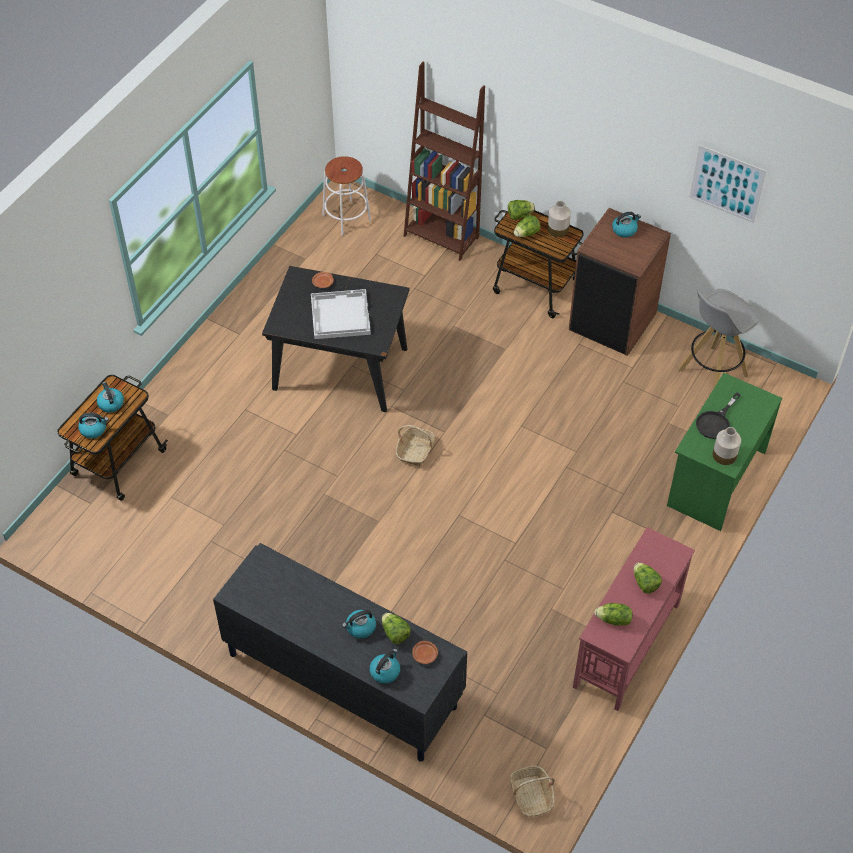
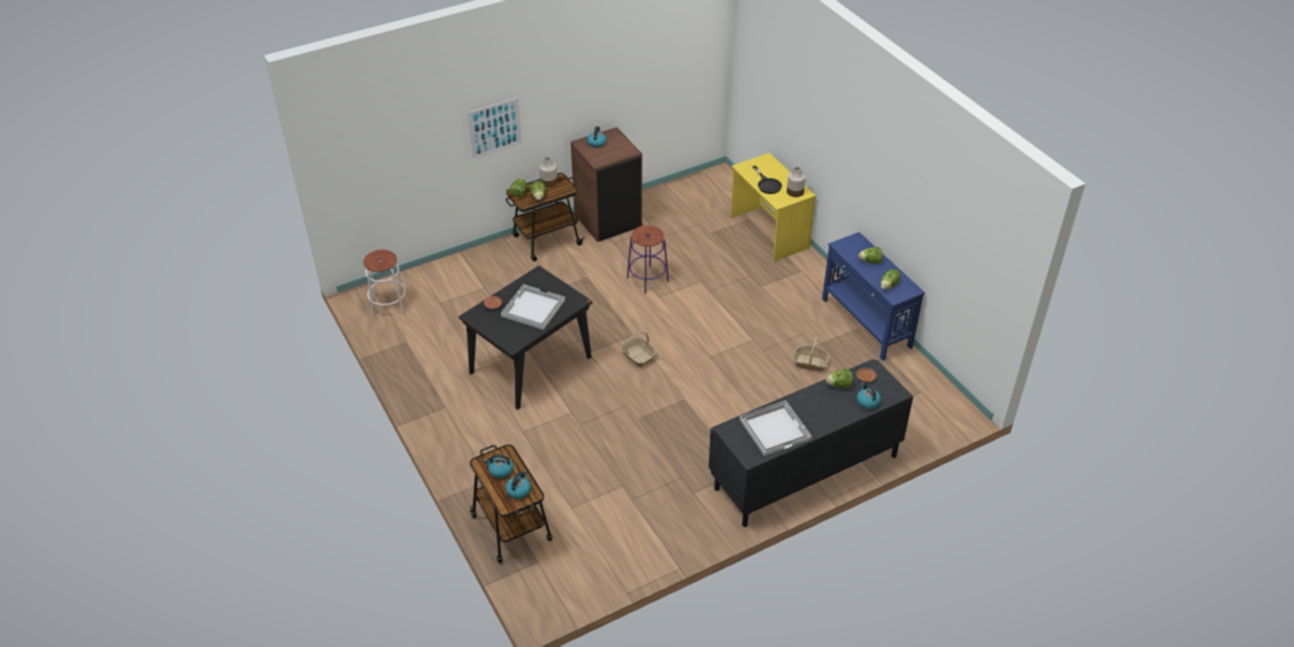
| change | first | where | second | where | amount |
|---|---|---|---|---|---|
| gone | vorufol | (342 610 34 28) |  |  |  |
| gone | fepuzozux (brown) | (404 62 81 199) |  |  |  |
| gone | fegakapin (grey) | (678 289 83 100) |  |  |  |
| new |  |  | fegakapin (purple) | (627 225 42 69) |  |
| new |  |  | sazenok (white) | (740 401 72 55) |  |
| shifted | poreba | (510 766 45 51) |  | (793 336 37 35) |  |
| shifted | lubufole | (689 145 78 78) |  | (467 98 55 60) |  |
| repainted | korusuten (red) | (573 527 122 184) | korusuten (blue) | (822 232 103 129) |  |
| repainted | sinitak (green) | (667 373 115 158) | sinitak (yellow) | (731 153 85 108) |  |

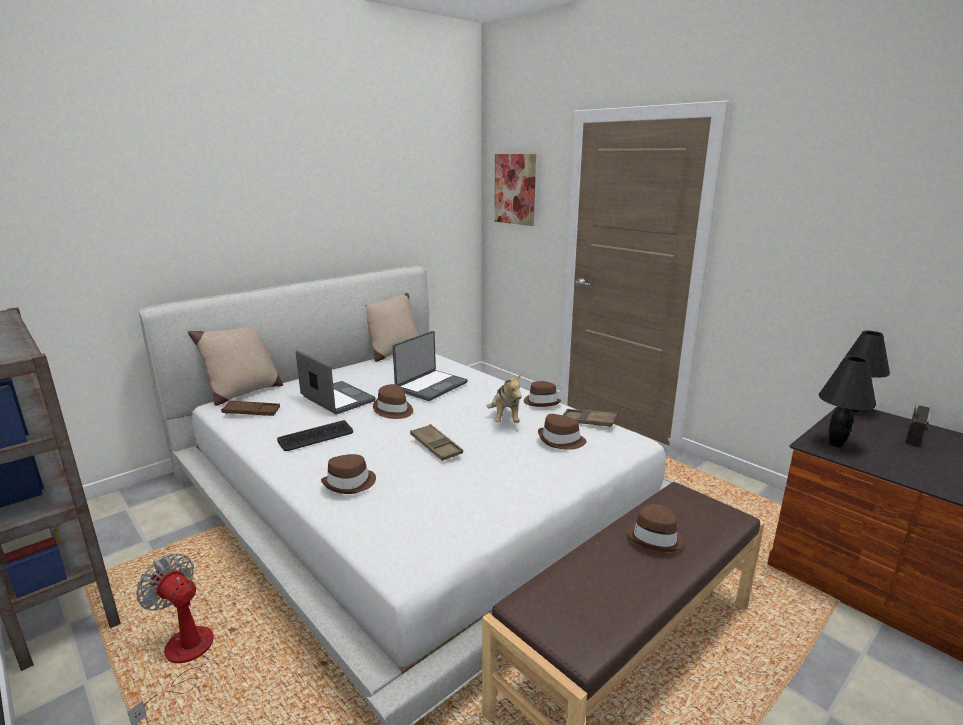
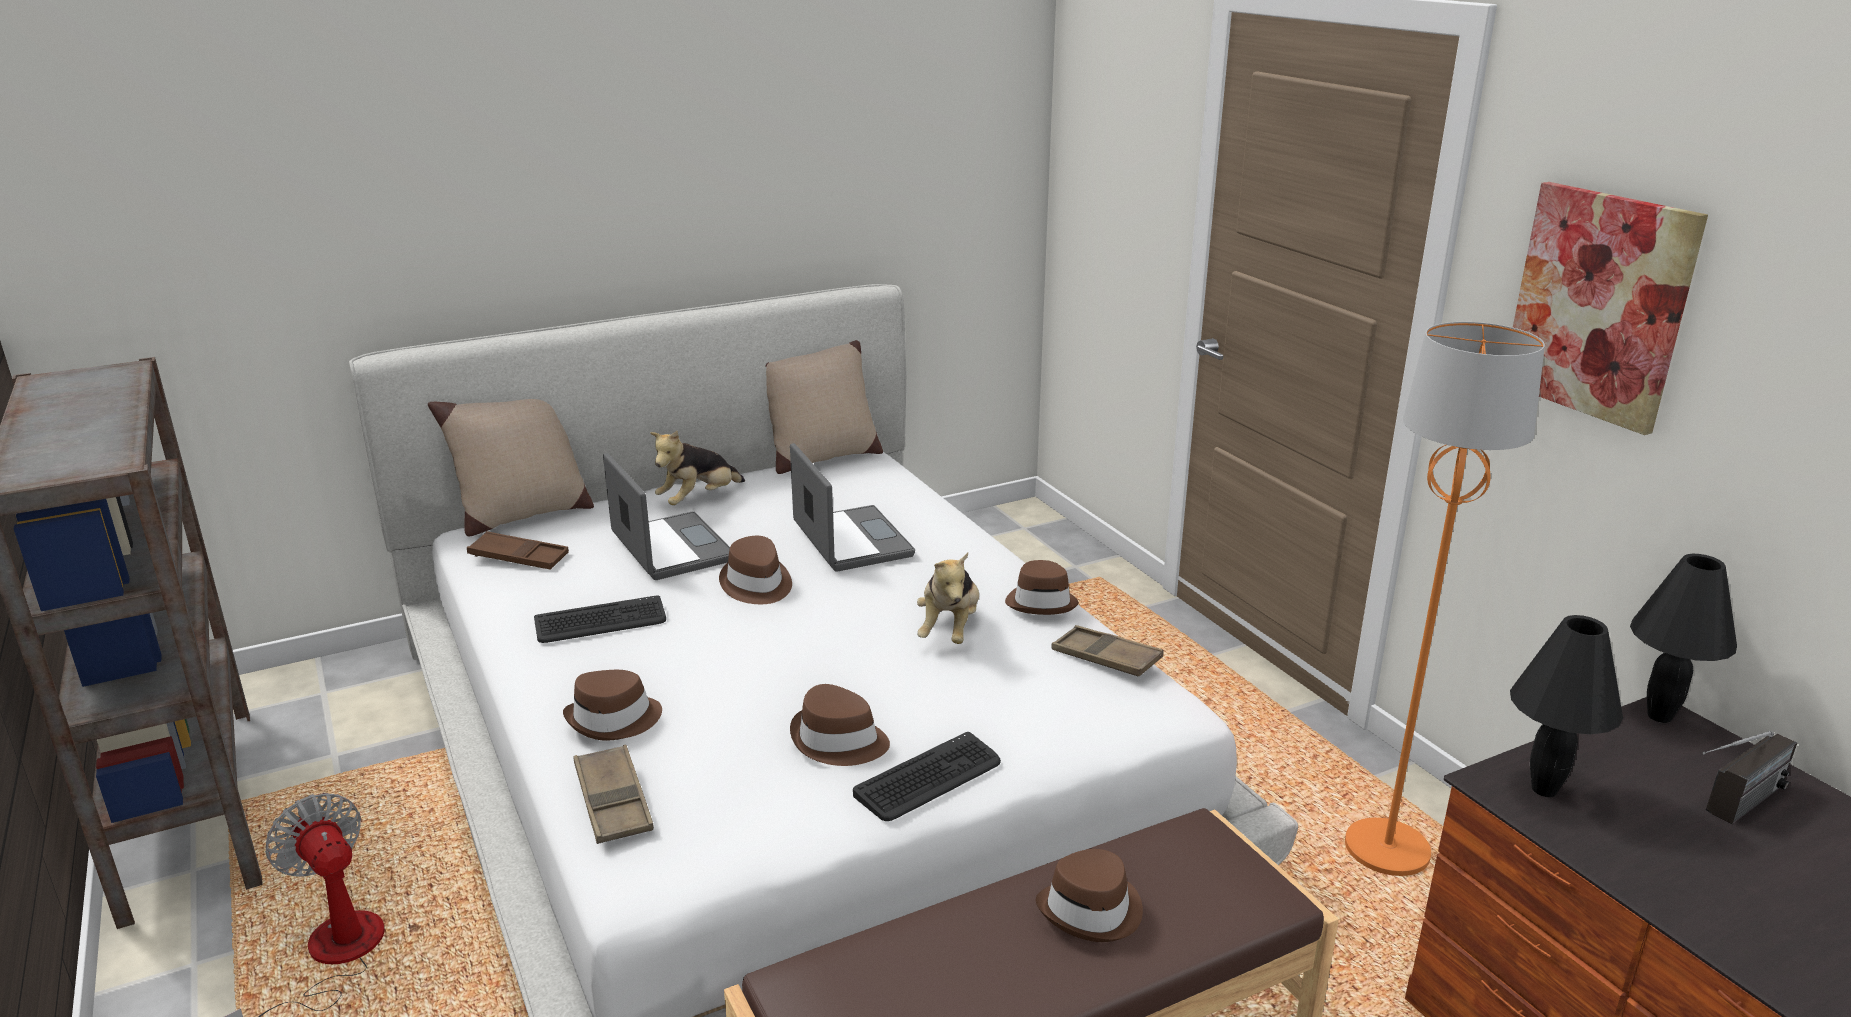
| change | first | where | second | where | amount |
|---|---|---|---|---|---|
| new |  |  | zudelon | (650 431 95 74) |  |
| new |  |  | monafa | (853 732 148 89) |  |
| new |  |  | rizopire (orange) | (1345 322 200 554) |  |
| shifted | sazenok (brown) | (410 424 53 37) |  | (573 745 81 99) |  |
| shifted | lubufole | (494 154 42 72) |  | (1513 182 195 253) |  |
| shifted | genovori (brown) | (538 414 49 36) |  | (790 684 100 82) |  |
| rotated | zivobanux | (393 331 75 70) |  | (790 443 125 129) | 75 degrees counterclockwise |

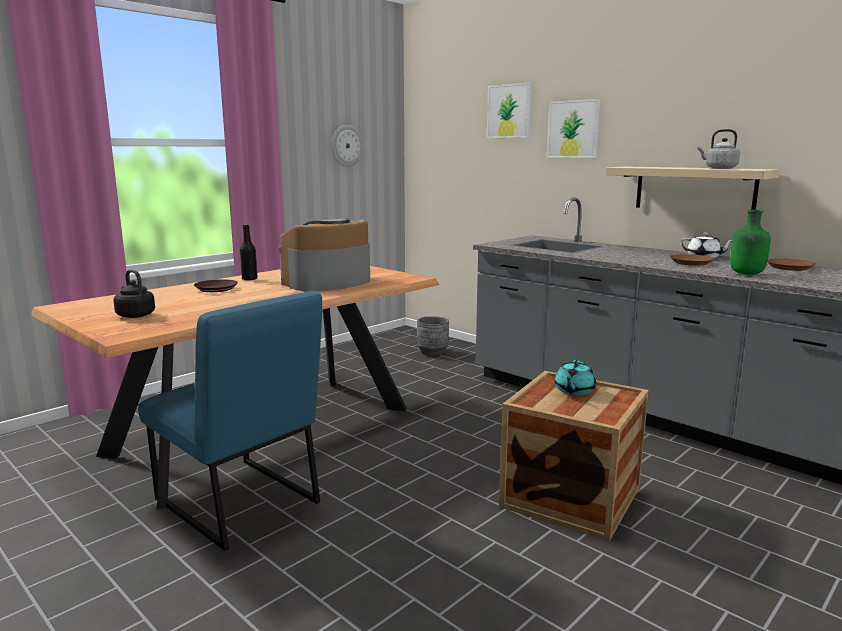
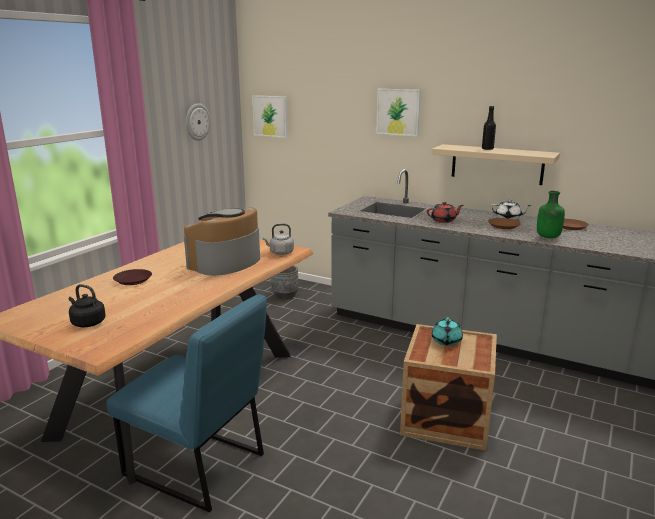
| change | first | where | second | where | amount |
|---|---|---|---|---|---|
| new |  |  | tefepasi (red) | (427 202 36 21) |  |
| shifted | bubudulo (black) | (240 224 18 56) |  | (482 106 14 44) |  |
| shifted | lubufole | (487 83 45 55) |  | (252 95 36 43) |  |
| shifted | vorufol (grey) | (697 129 43 40) |  | (263 224 31 31) |  |

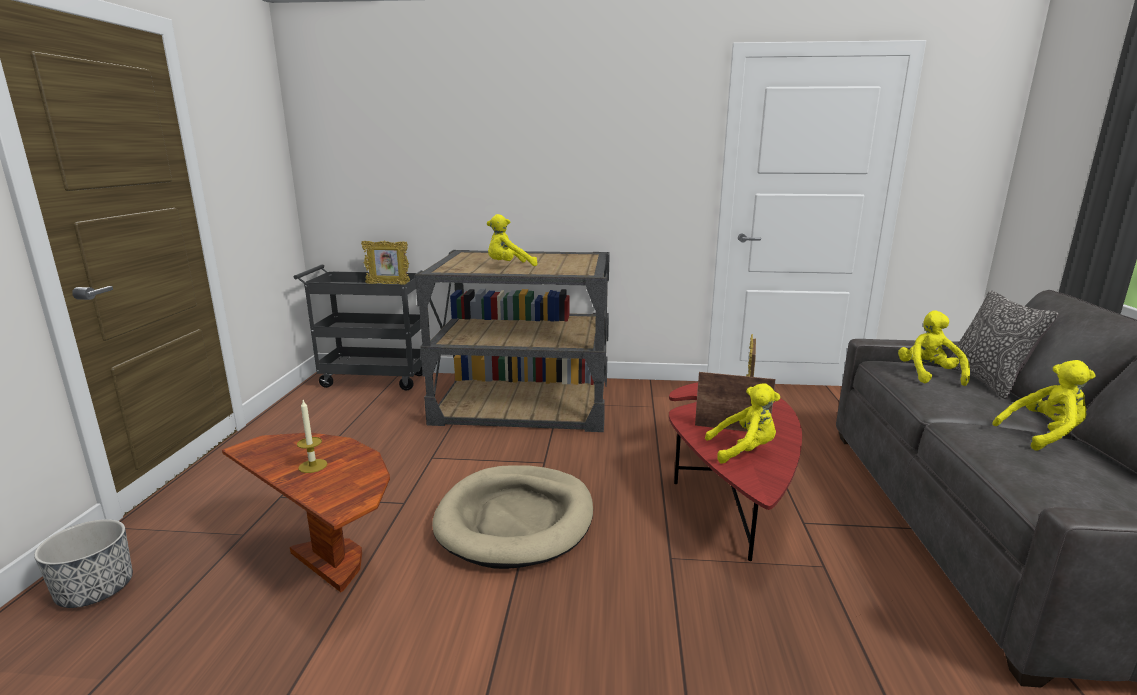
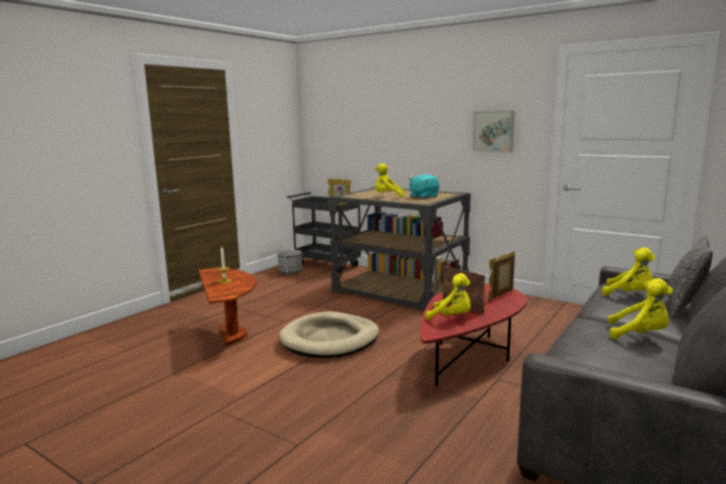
| change | first | where | second | where | amount |
|---|---|---|---|---|---|
| new |  |  | zudelon (turquoise) | (409 174 31 25) |  |
| new |  |  | lubufole | (473 111 41 41) |  |
| shifted | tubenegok | (34 519 99 89) |  | (277 250 25 25) |  |
| rotated | zudelon (yellow) | (898 310 72 76) |  | (602 247 54 49) | 90 degrees clockwise |

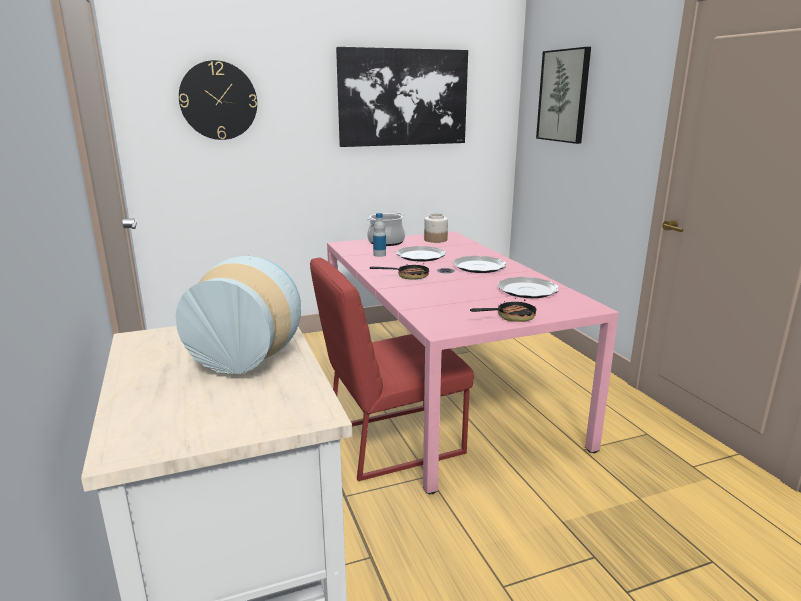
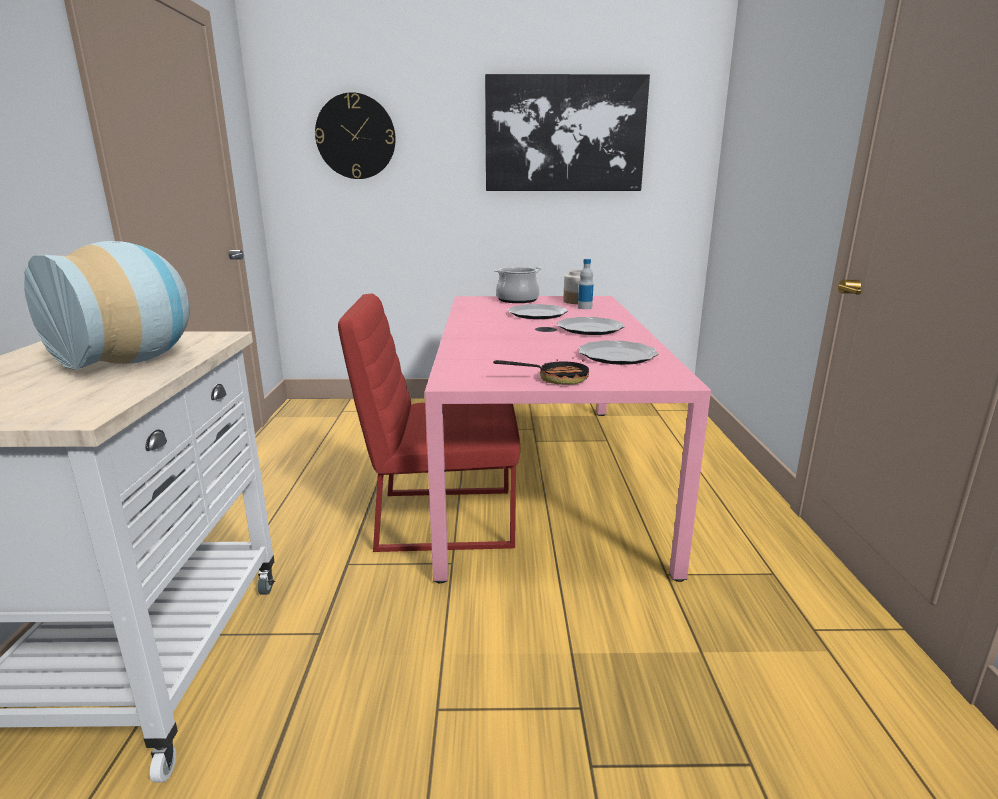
| change | first | where | second | where | amount |
|---|---|---|---|---|---|
| gone | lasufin | (370 262 59 18) |  |  |  |
| gone | lubufole | (536 47 55 97) |  |  |  |
| shifted | bubudulo | (373 213 13 44) |  | (578 259 15 50) |  |

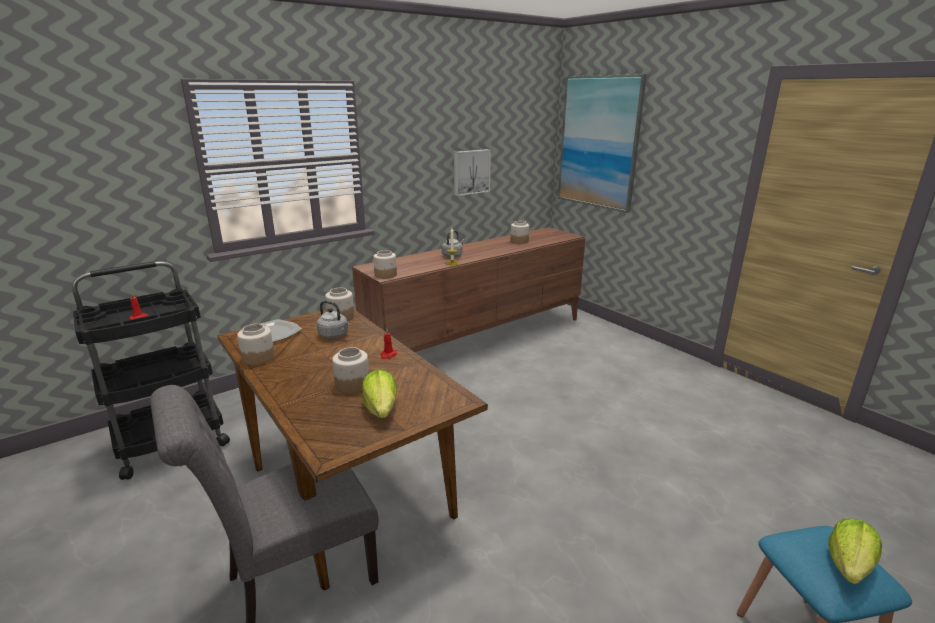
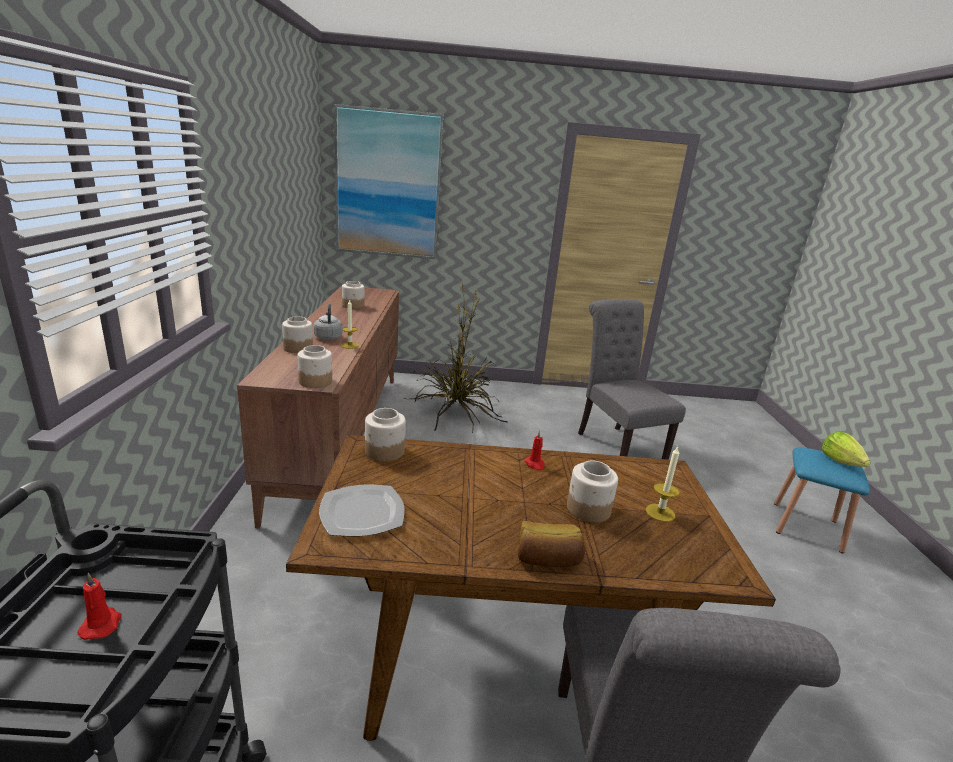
| change | first | where | second | where | amount |
|---|---|---|---|---|---|
| gone | vorufol (grey) | (317 301 33 37) |  |  |  |
| gone | lubufole | (454 149 37 47) |  |  |  |
| new |  |  | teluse | (404 283 104 150) |  |
| new |  |  | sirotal | (517 521 68 46) |  |
| new |  |  | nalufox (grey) | (578 299 108 161) |  |
| shifted | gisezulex | (237 324 38 41) |  | (282 317 31 36) |  |
| swapped | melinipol | (362 370 35 48) | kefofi | (646 446 33 76) |  |

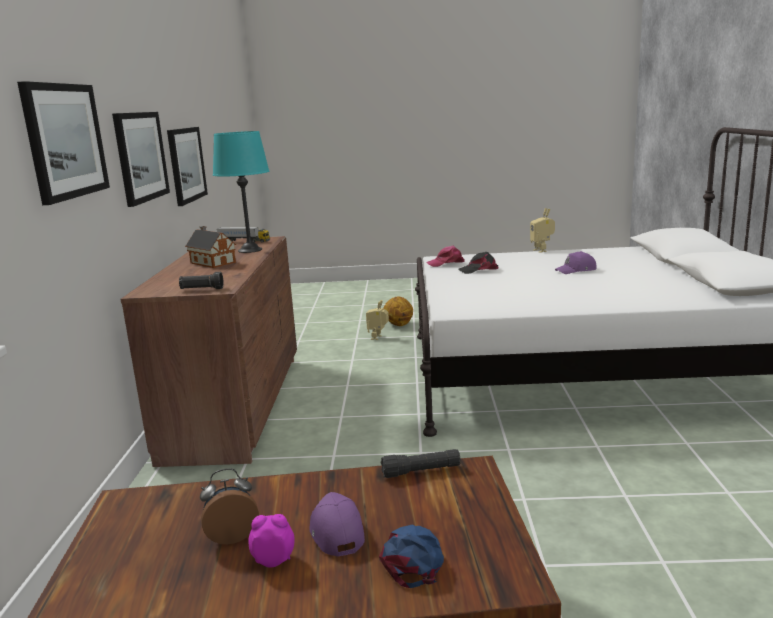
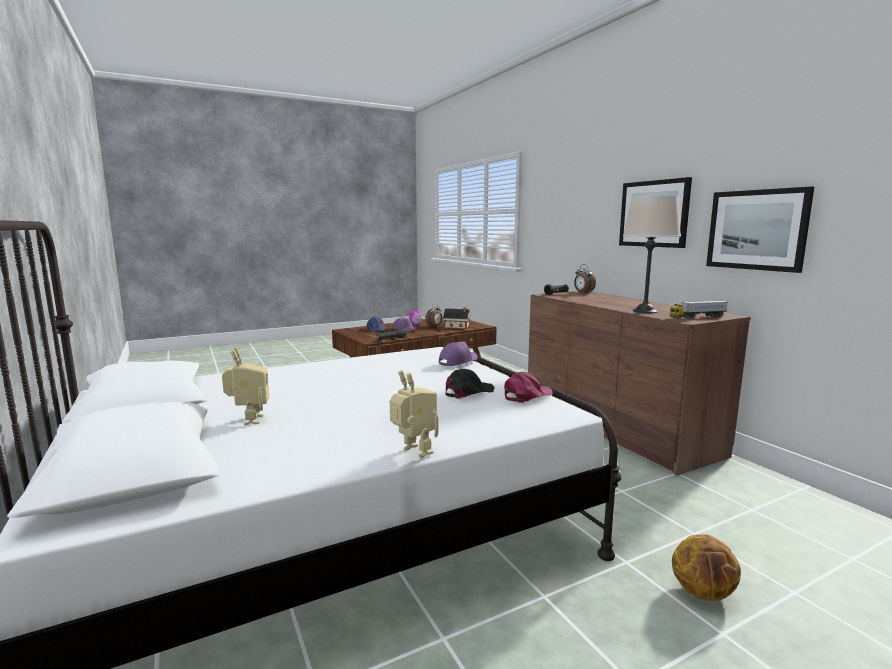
| change | first | where | second | where | amount |
|---|---|---|---|---|---|
| gone | lubufole | (17 81 93 124) |  |  |  |
| new |  |  | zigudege | (574 264 22 29) |  |
| shifted | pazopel | (185 226 51 42) |  | (443 307 28 22) |  |
| shifted | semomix | (366 300 23 40) |  | (222 348 47 77) |  |
| shifted | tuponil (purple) | (555 251 42 23) |  | (439 341 39 25) |  |
| repainted | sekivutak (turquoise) | (213 131 56 122) | sekivutak (beige) | (623 196 58 117) |  |

